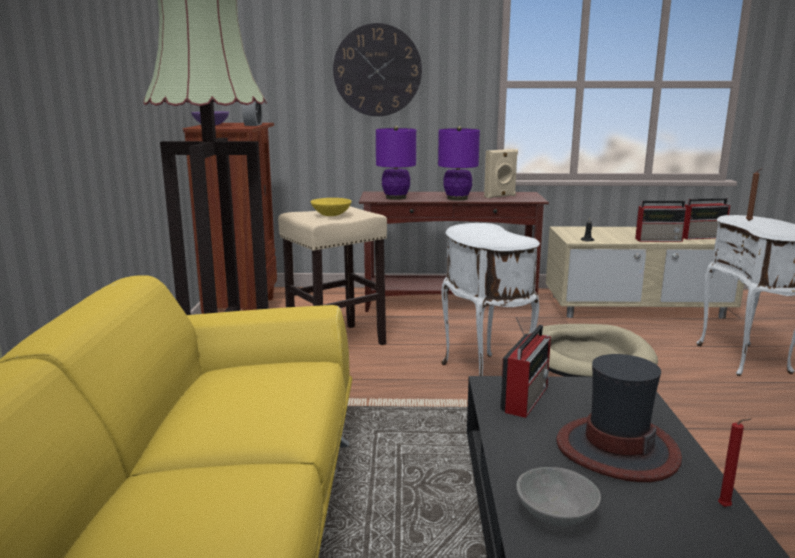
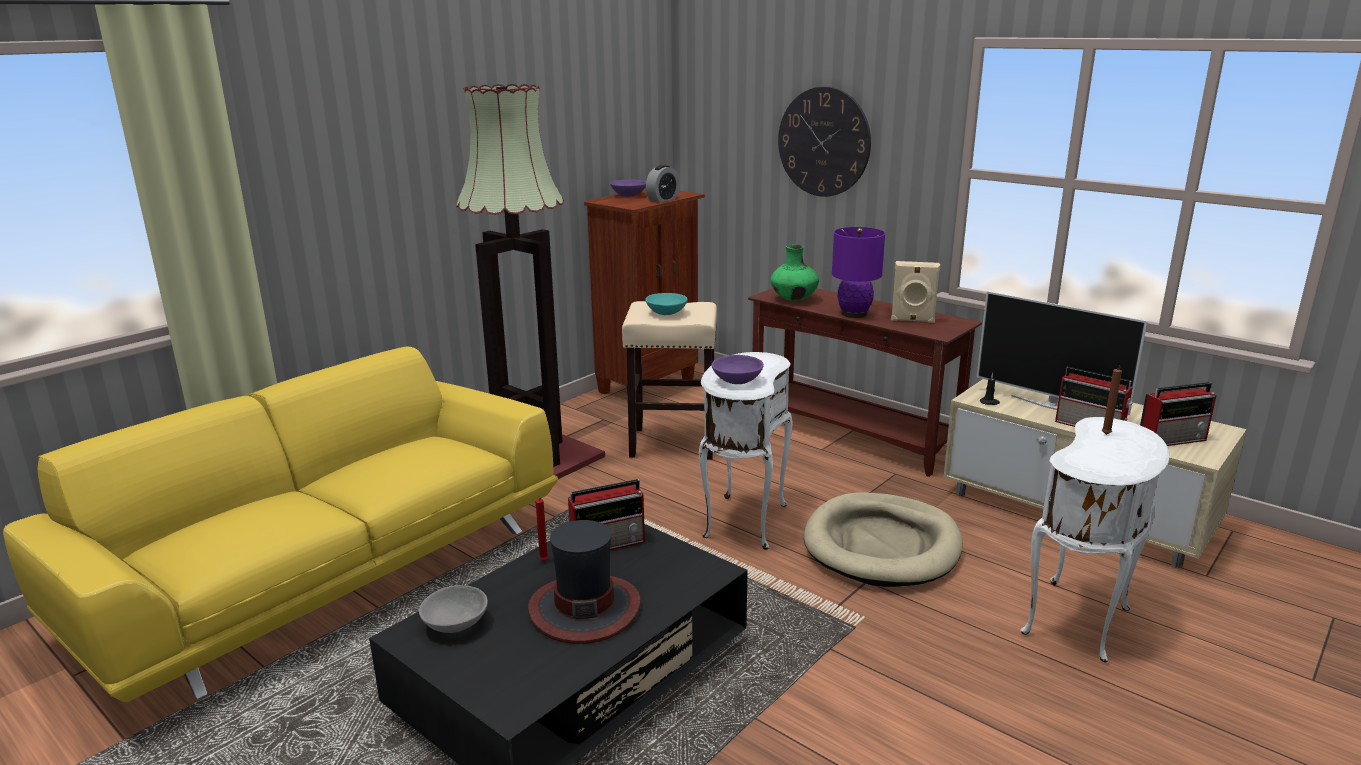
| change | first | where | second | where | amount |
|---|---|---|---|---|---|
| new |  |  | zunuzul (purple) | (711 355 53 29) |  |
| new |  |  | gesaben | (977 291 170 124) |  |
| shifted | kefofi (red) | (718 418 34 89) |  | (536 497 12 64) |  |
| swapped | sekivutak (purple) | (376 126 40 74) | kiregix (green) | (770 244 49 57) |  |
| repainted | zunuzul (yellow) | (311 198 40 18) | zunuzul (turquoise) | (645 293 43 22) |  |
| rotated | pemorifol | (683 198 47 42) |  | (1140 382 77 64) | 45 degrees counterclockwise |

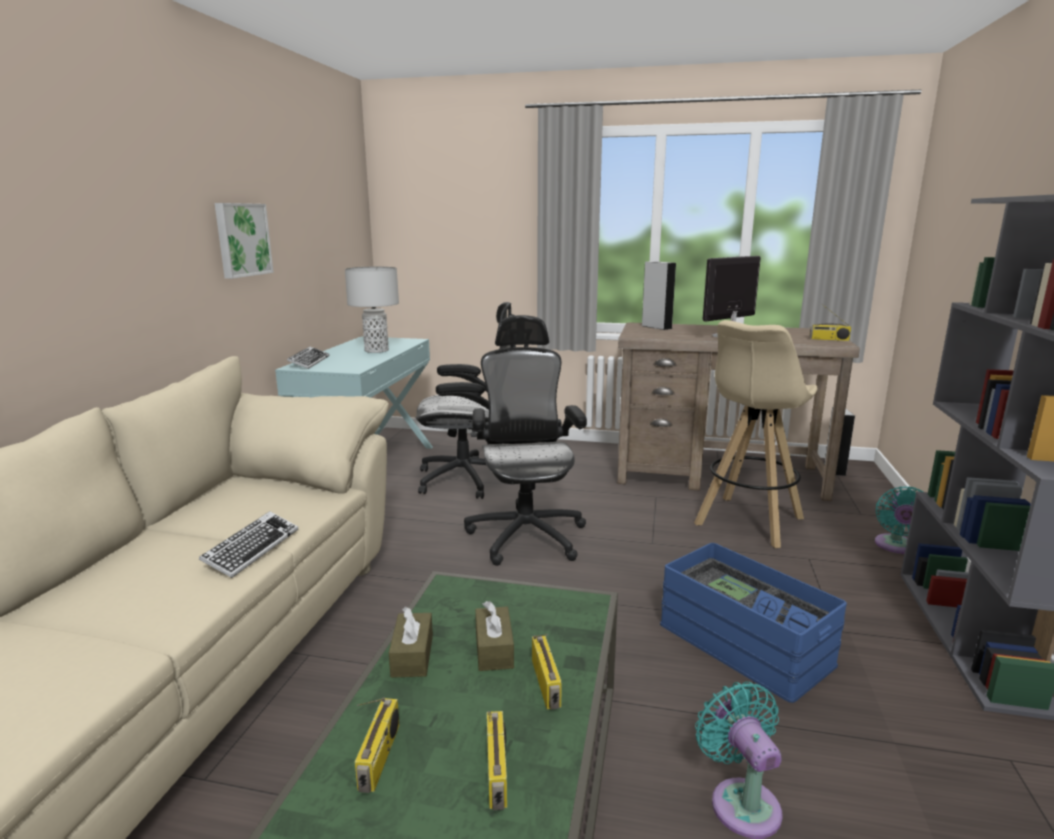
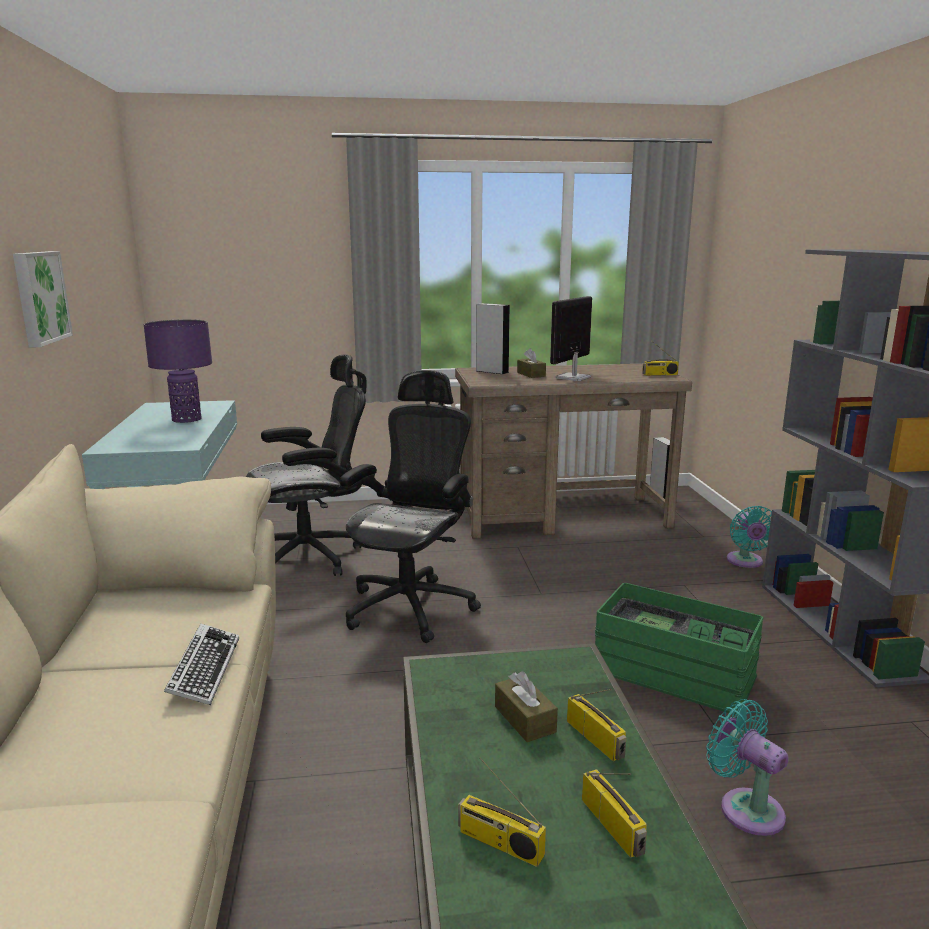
| change | first | where | second | where | amount |
|---|---|---|---|---|---|
| gone | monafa | (287 347 42 22) |  |  |  |
| gone | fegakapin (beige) | (694 320 123 228) |  |  |  |
| shifted | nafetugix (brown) | (389 606 44 72) |  | (517 348 29 30) |  |
| repainted | sekivutak (white) | (345 267 54 86) | sekivutak (purple) | (144 319 68 104) |  |
| repainted | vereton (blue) | (660 543 187 160) | vereton (green) | (595 583 168 132) |  |
| rotated | pemorifol | (355 697 44 96) |  | (458 757 88 110) | 135 degrees clockwise |
| rotated | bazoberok | (464 315 123 251) |  | (340 370 141 273) | 45 degrees clockwise |

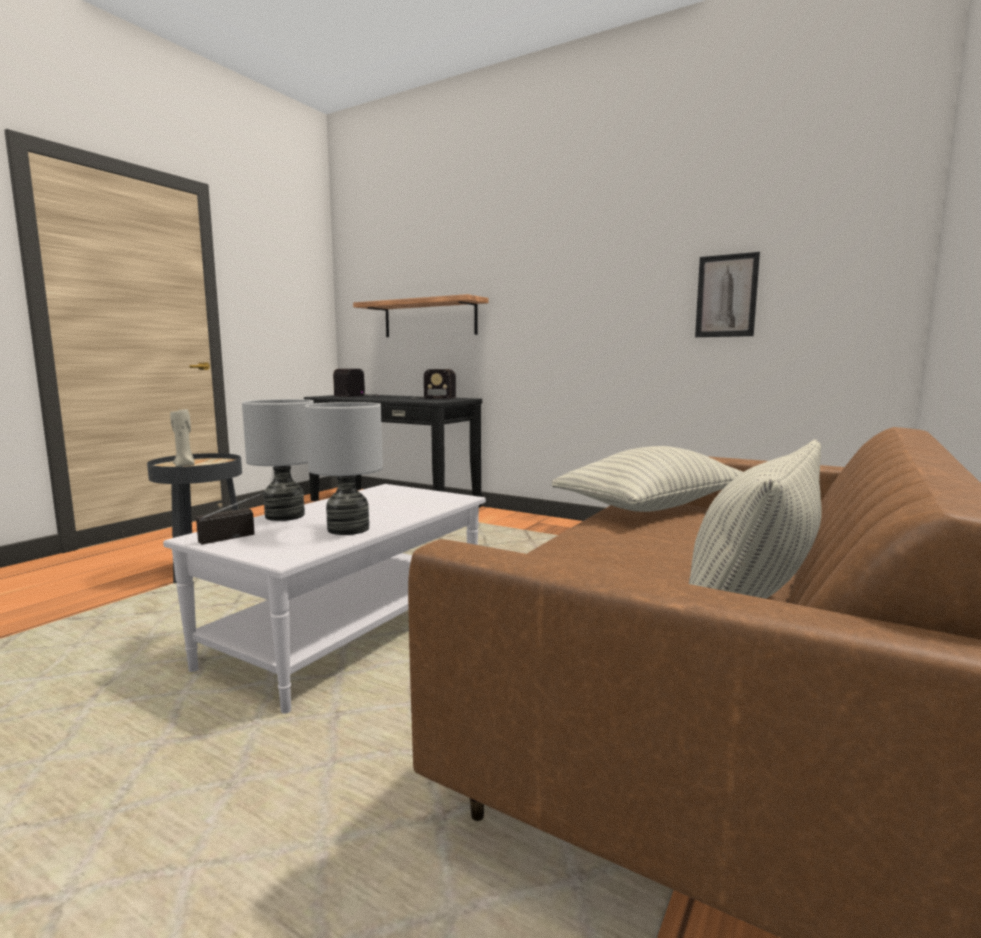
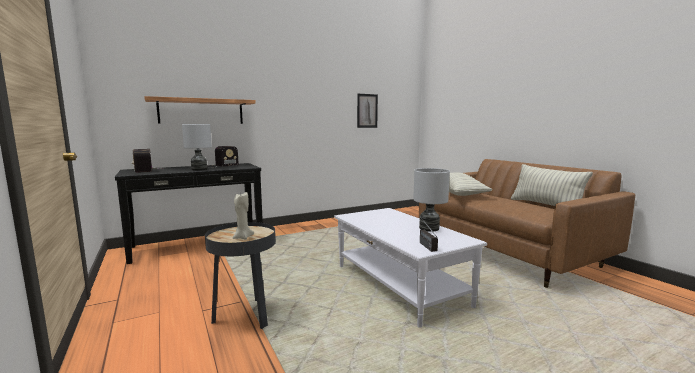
| change | first | where | second | where | amount |
|---|---|---|---|---|---|
| shifted | sekivutak (grey) | (242 399 72 122) |  | (182 124 30 47) |  |

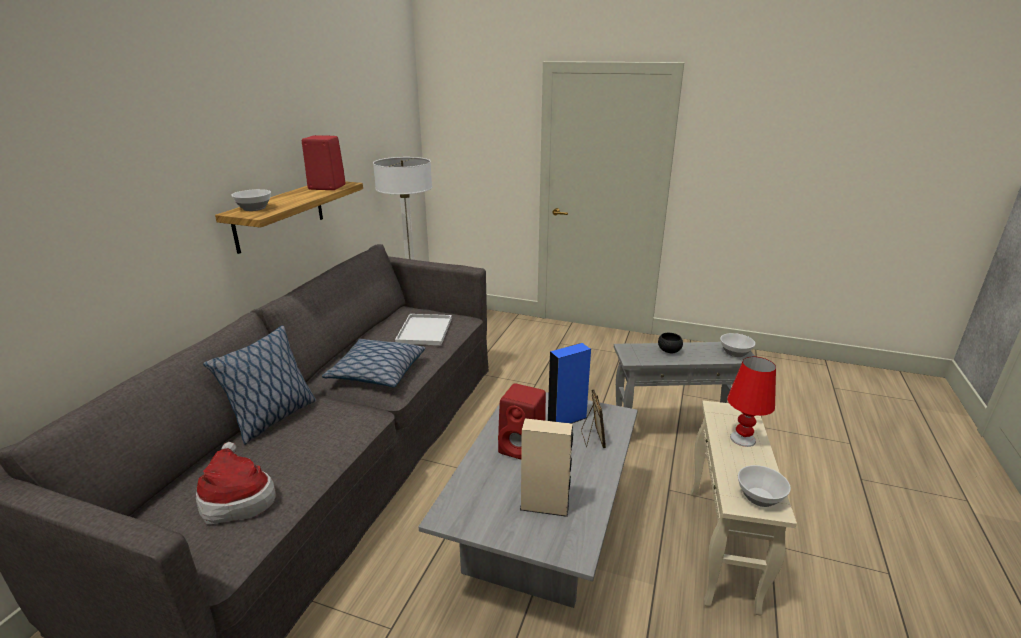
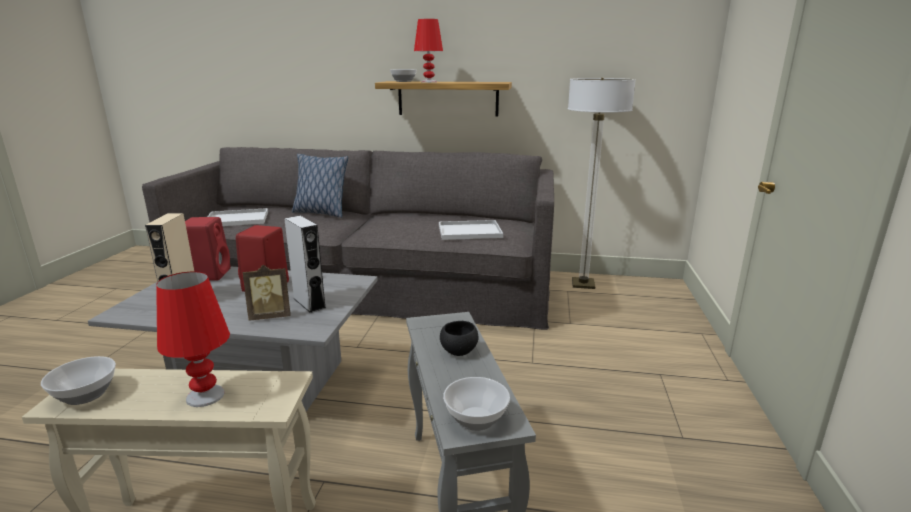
| change | first | where | second | where | amount |
|---|---|---|---|---|---|
| gone | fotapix | (322 339 103 49) |  |  |  |
| new |  |  | sekivutak (red) | (414 19 29 64) |  |
| shifted | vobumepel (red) | (302 135 43 55) |  | (185 217 46 64) |  |
| swapped | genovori | (196 442 80 82) | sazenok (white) | (208 208 60 18) |  |
| repainted | vobumepel (blue) | (548 343 43 80) | vobumepel (grey) | (284 216 41 97) |  |

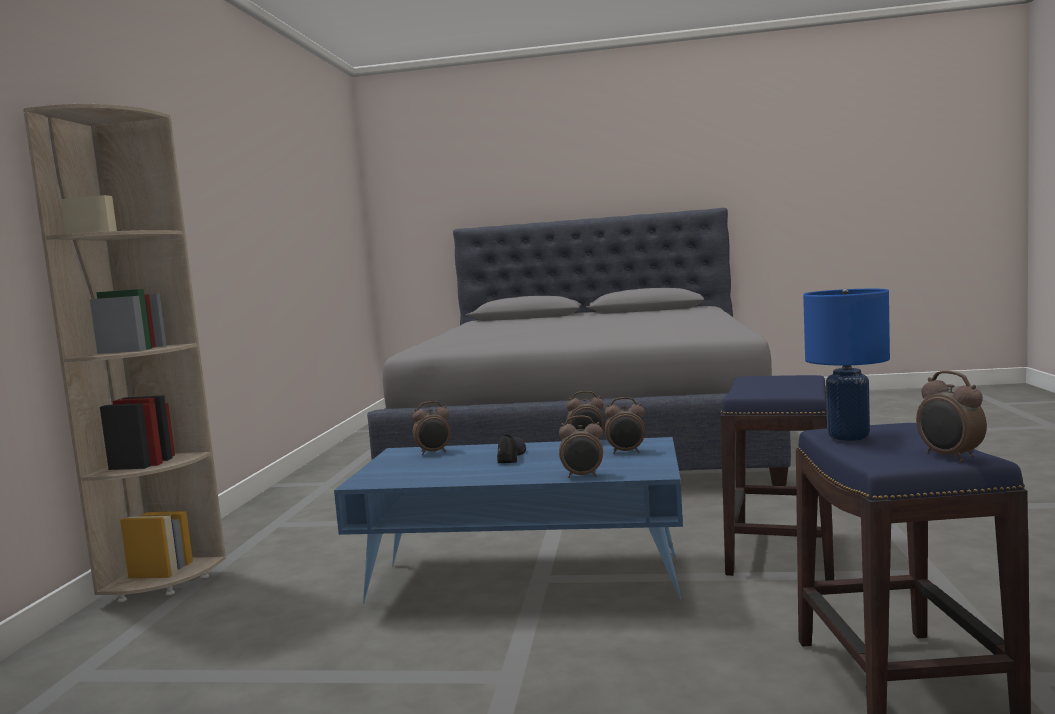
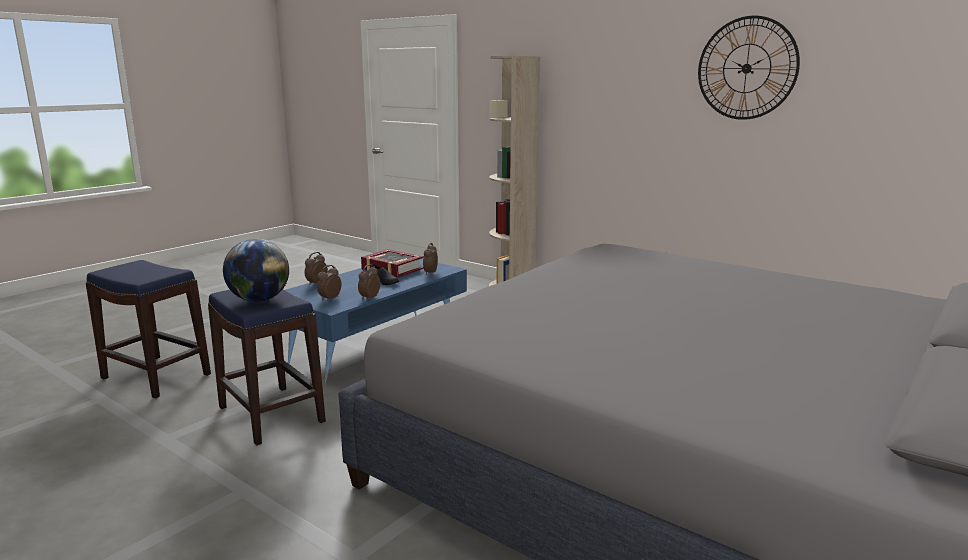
| change | first | where | second | where | amount |
|---|---|---|---|---|---|
| gone | sekivutak (blue) | (803 289 87 152) |  |  |  |
| gone | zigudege | (916 371 71 91) |  |  |  |
| new |  |  | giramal | (223 239 66 63) |  |
| new |  |  | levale | (361 249 63 29) |  |
| new |  |  | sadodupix | (698 16 102 104) |  |

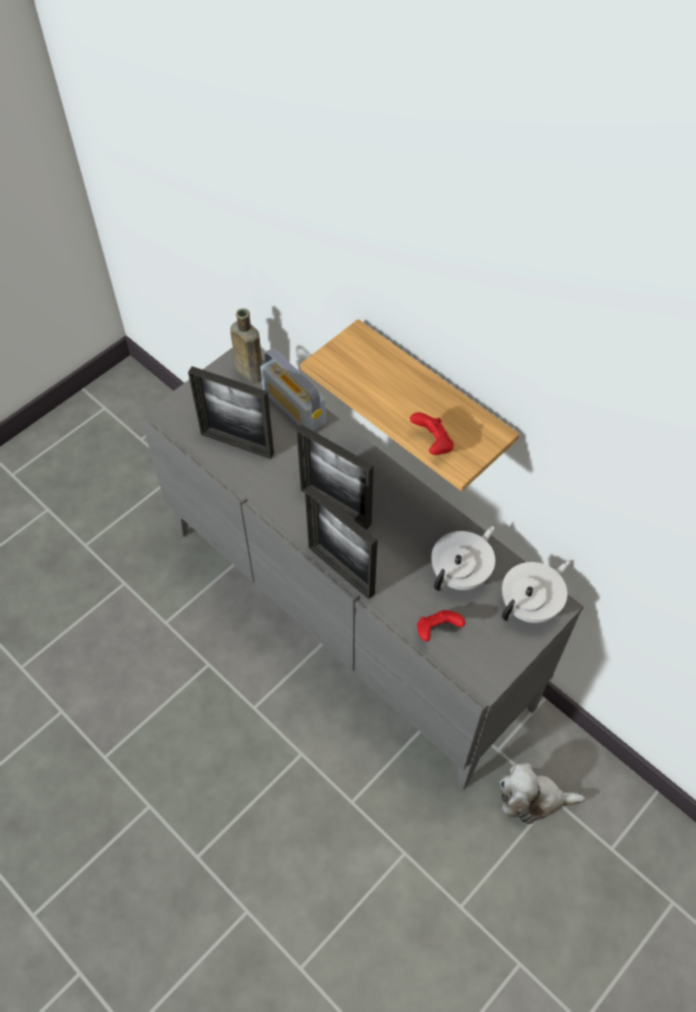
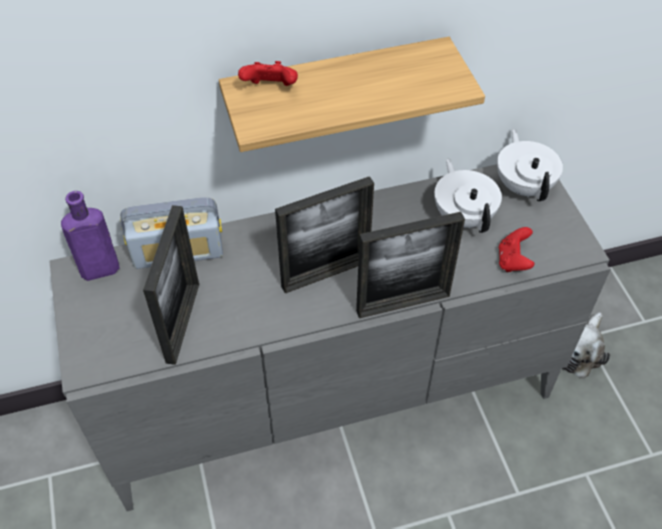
| change | first | where | second | where | amount |
|---|---|---|---|---|---|
| shifted | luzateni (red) | (410 412 44 43) |  | (238 61 60 25) |  |
| repainted | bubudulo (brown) | (230 308 33 75) | bubudulo (purple) | (61 191 58 90) |  |
| rotated | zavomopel | (188 366 86 93) |  | (143 205 56 160) | 45 degrees counterclockwise |

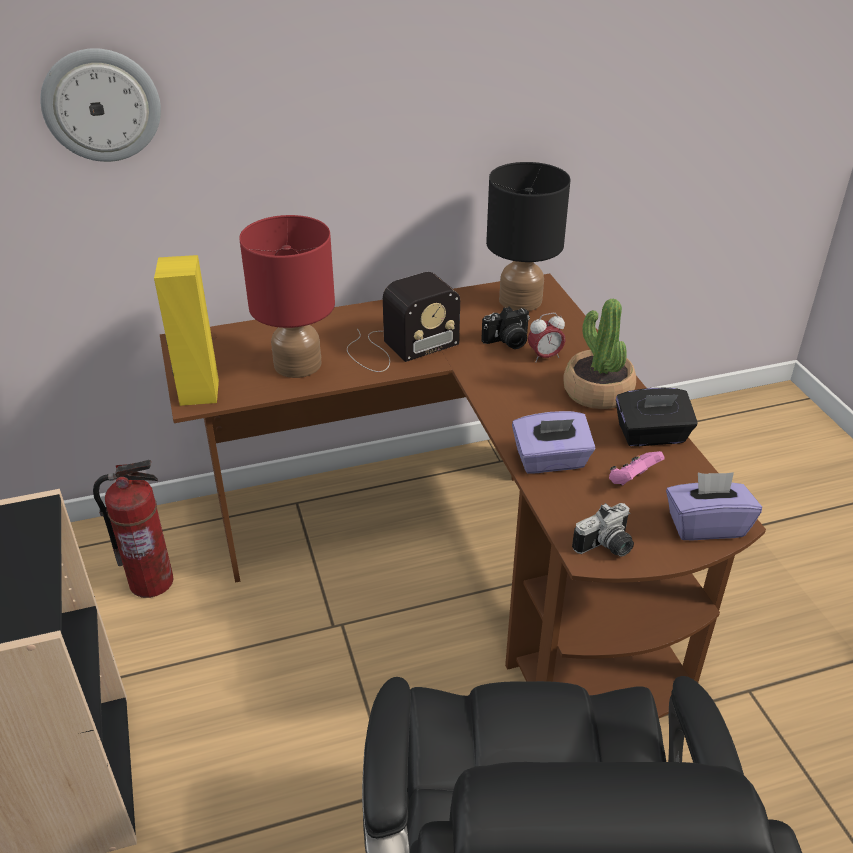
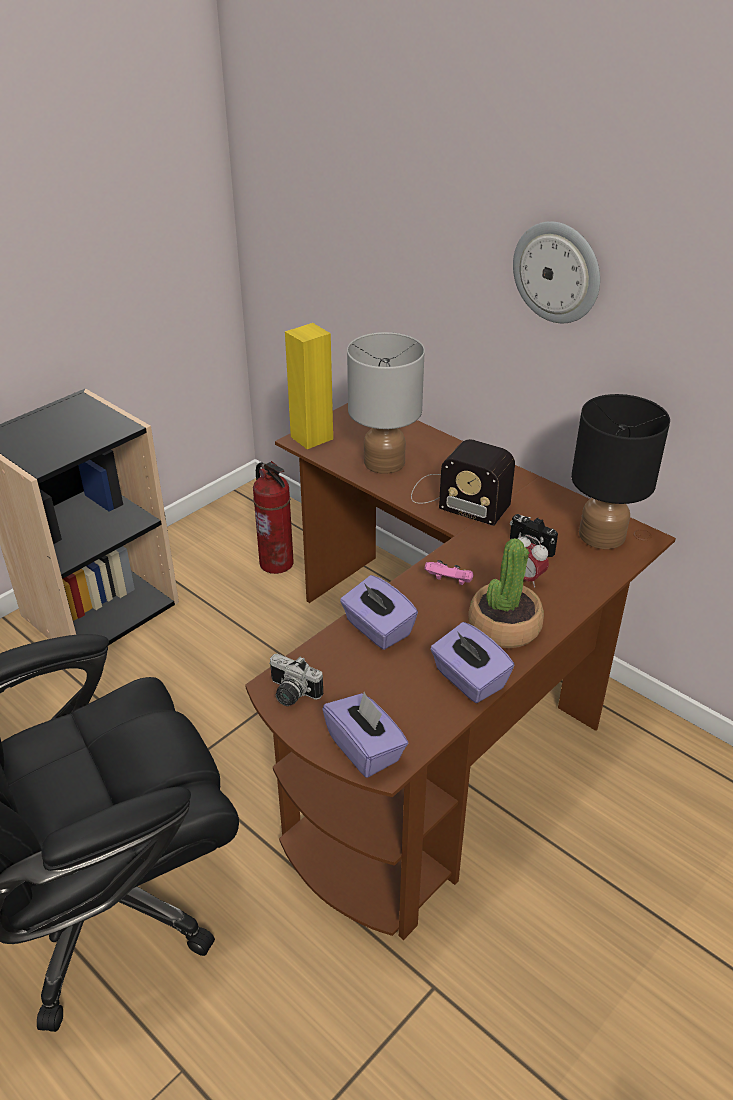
| change | first | where | second | where | amount |
|---|---|---|---|---|---|
| shifted | sadodupix | (40 48 121 114) |  | (513 221 87 102) |  |
| shifted | luzateni (pink) | (609 451 55 34) |  | (425 560 48 25) |  |
| repainted | sekivutak (red) | (239 215 96 163) | sekivutak (grey) | (347 332 78 142) |  |
| repainted | nafetugix (black) | (616 388 82 58) | nafetugix (purple) | (430 622 85 81) |  |

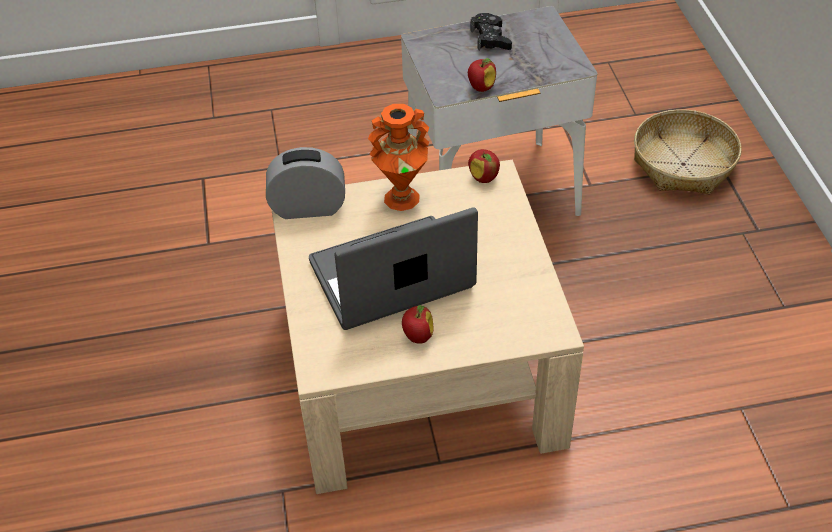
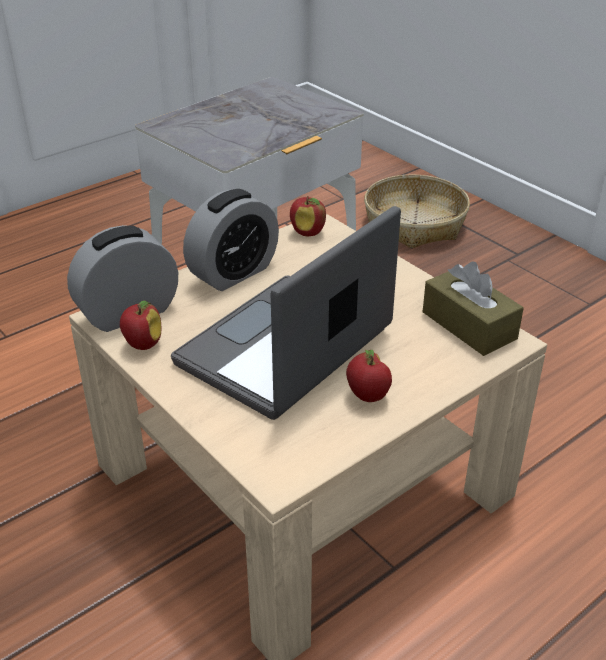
| change | first | where | second | where | amount |
|---|---|---|---|---|---|
| gone | luzateni (black) | (470 13 42 37) |  |  |  |
| new |  |  | nafetugix (brown) | (423 261 101 95) |  |
| shifted | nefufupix | (468 58 28 34) |  | (120 301 41 49) |  |
| swapped | kiregix (orange) | (368 104 61 107) | zigudege | (183 189 96 102) |  |

